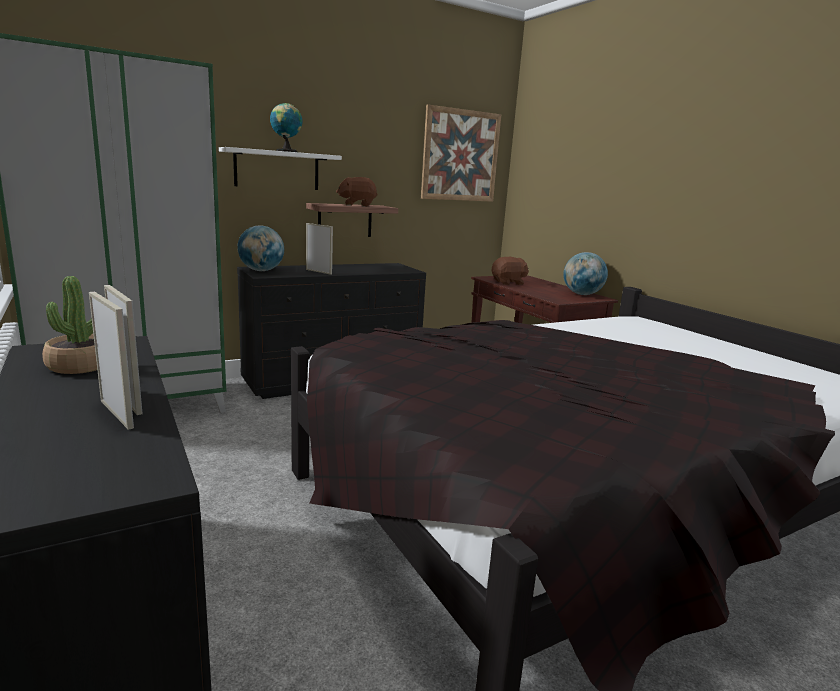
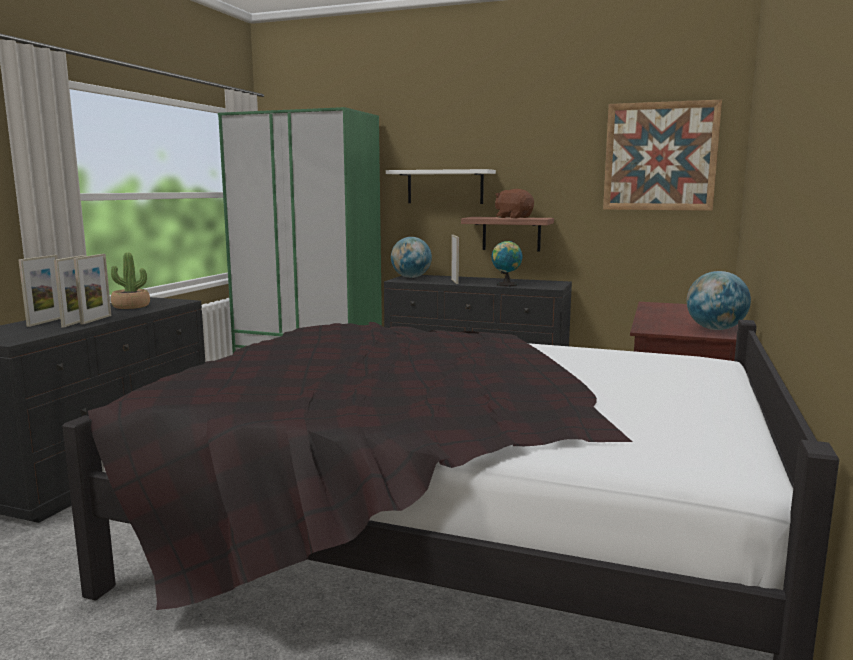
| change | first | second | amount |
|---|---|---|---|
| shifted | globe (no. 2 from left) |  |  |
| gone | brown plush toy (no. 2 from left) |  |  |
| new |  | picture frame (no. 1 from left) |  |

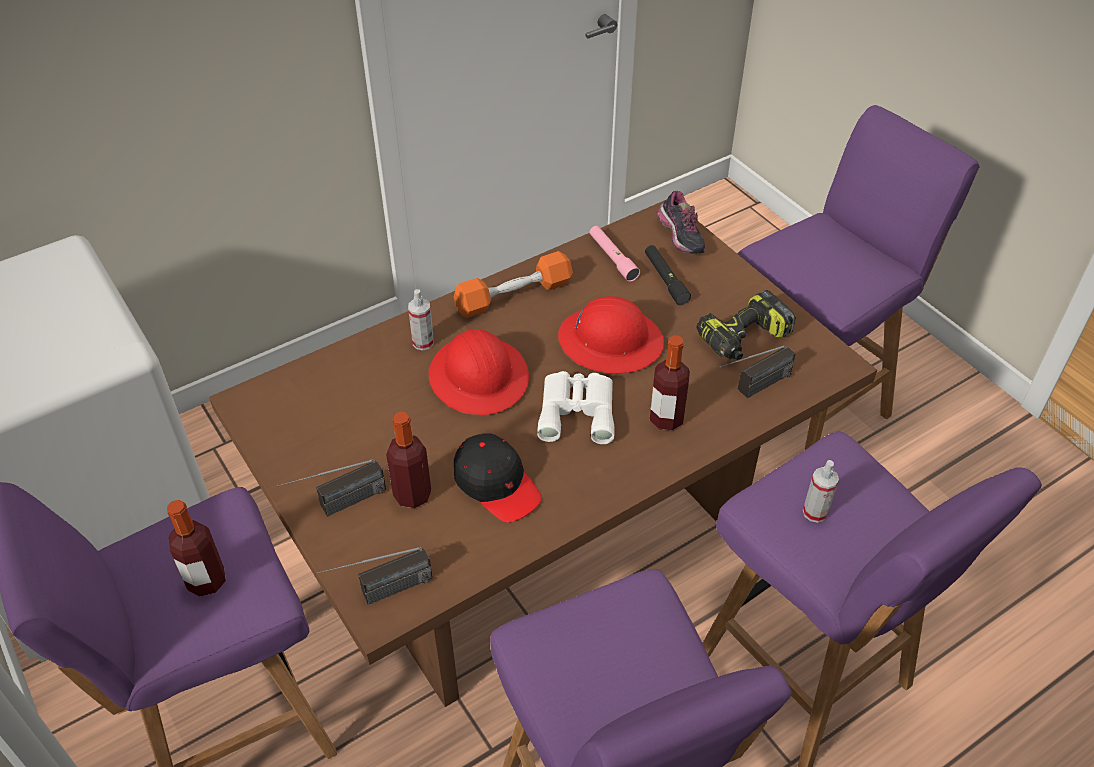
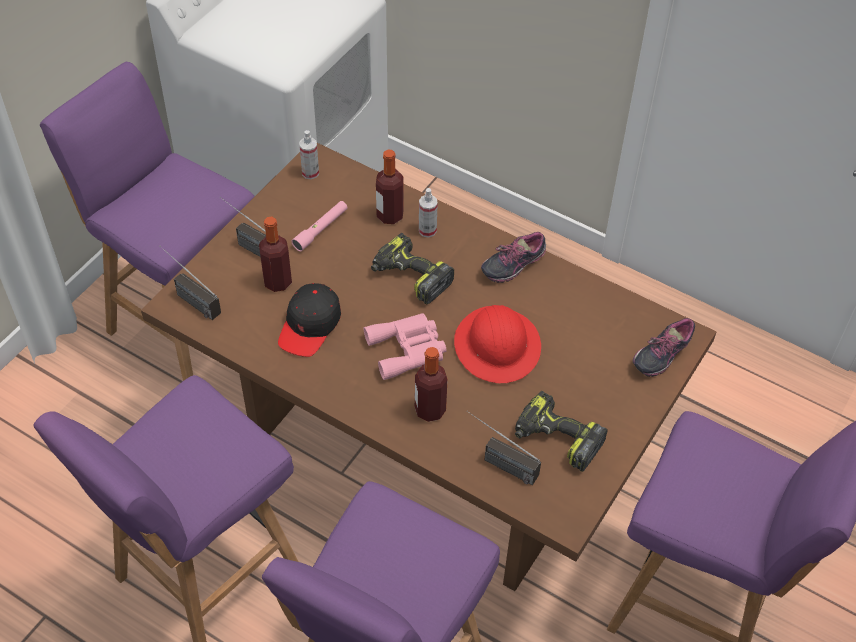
| change | first | second | amount |
|---|---|---|---|
| shifted | pink flashlight |  |  |
| gone | black flashlight |  |  |
| swapped | orange dumbbell | shoe (no. 1 from left) |  |
| swapped | red hard hat (no. 1 from left) | power drill (no. 1 from left) |  |
| repainted | white binoculars | pink binoculars |  |
| shifted | spray bottle (no. 2 from left in the first image) | spray bottle (no. 1 from left) |  |
| shifted | bottle (no. 1 from left in the first image) | bottle (no. 2 from left) |  |

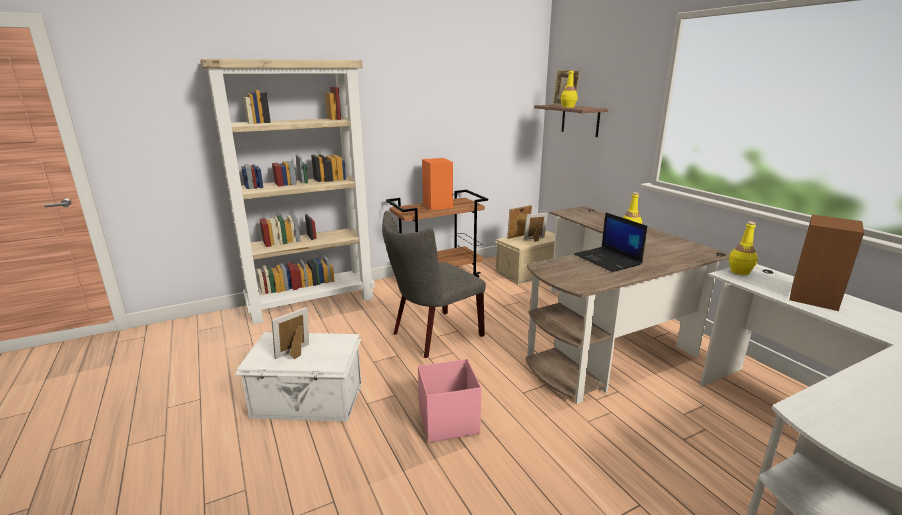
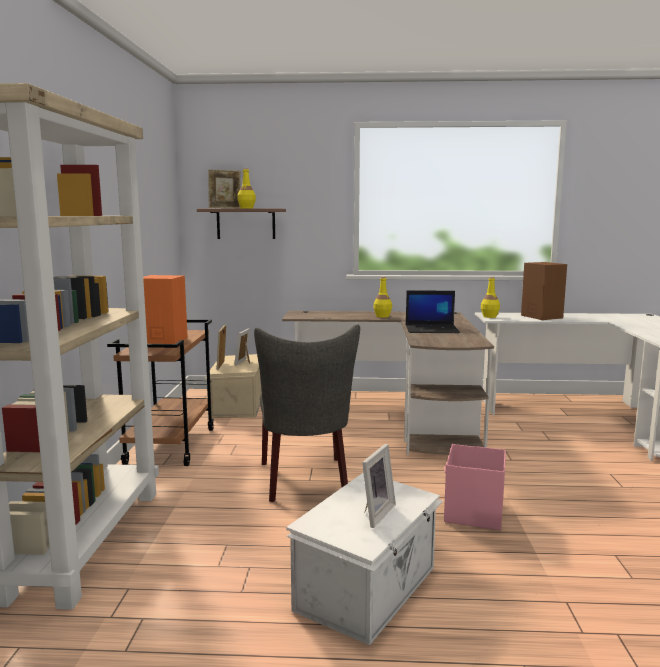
| change | first | second | amount |
|---|---|---|---|
| rotated | picture frame (no. 1 from left in the first image) | picture frame (no. 4 from left) | 135 degrees counterclockwise |

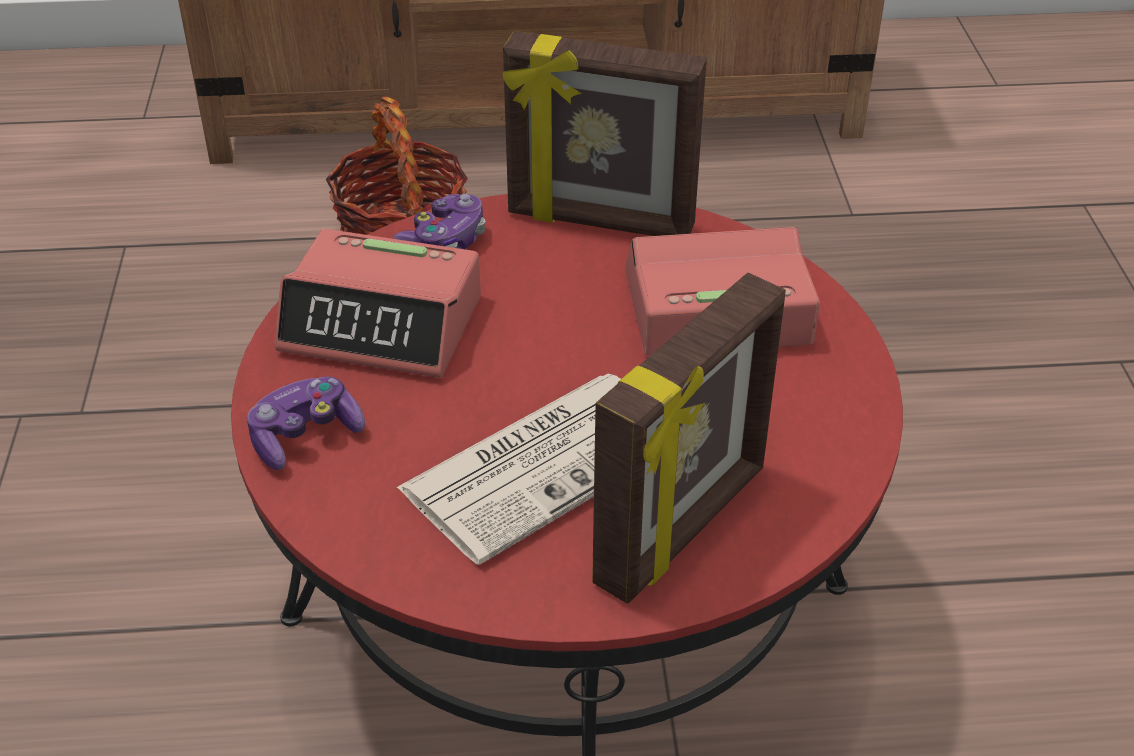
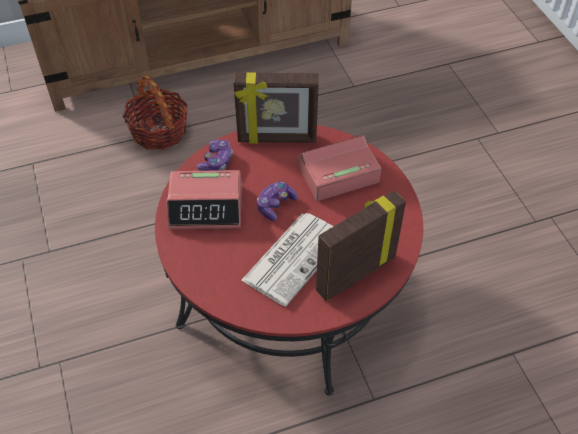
| change | first | second | amount |
|---|---|---|---|
| rotated | picture frame (no. 2 from left) |  | 150 degrees counterclockwise |
| shifted | game controller (no. 1 from left in the first image) | game controller (no. 2 from left) |  |

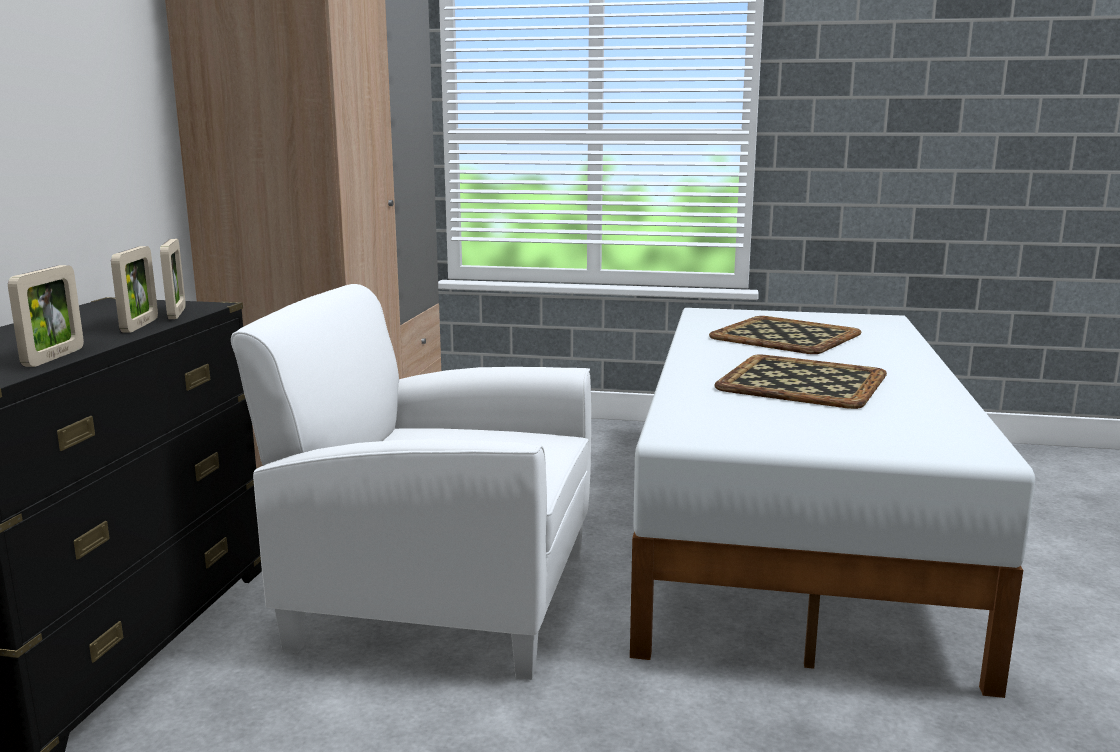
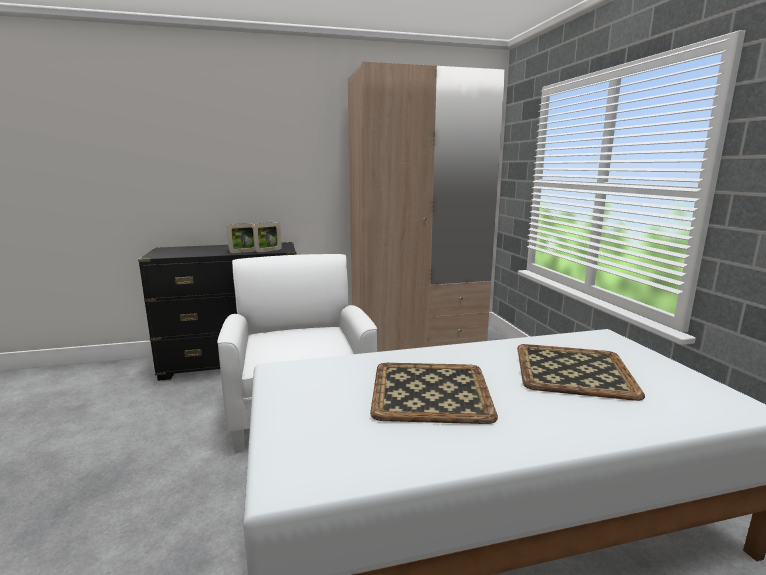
| change | first | second | amount |
|---|---|---|---|
| gone | picture frame (no. 1 from left) |  |  |

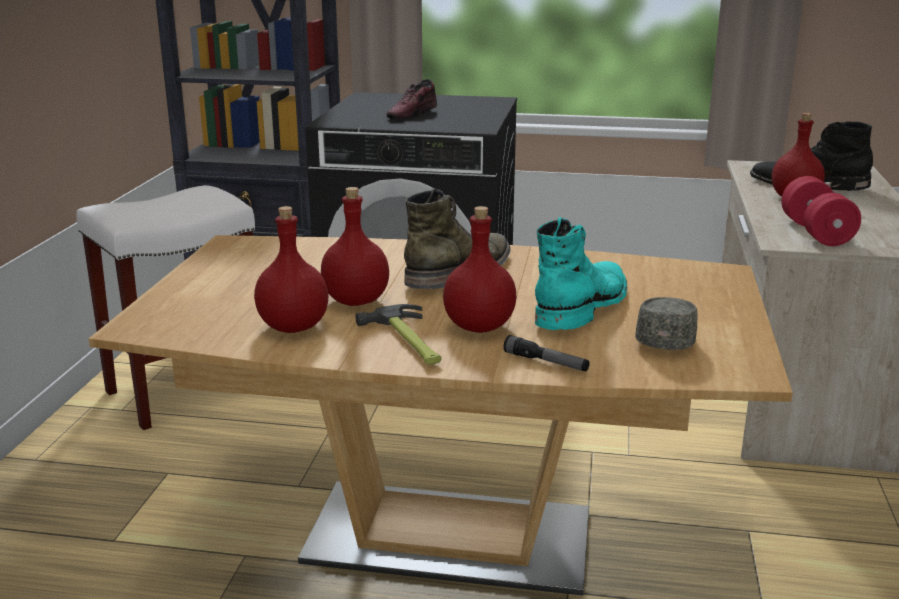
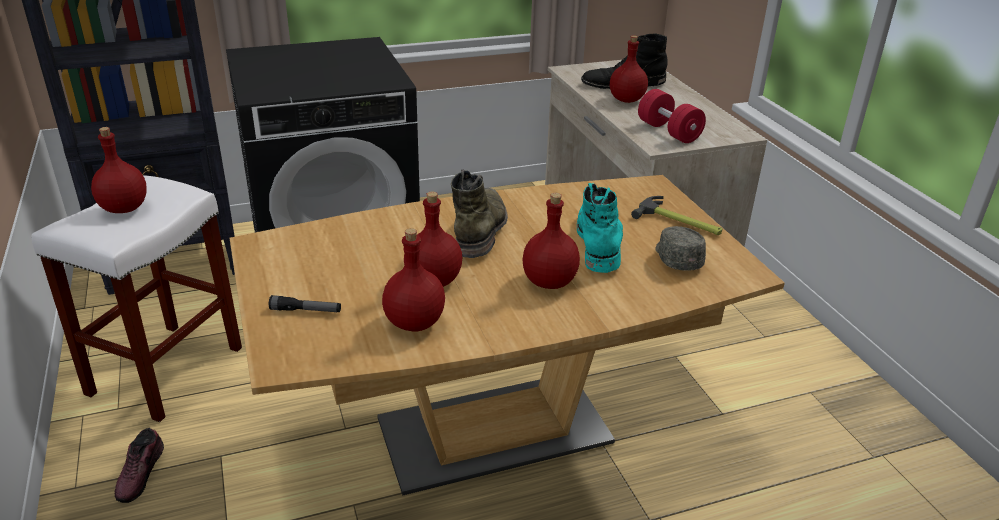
| change | first | second | amount |
|---|---|---|---|
| shifted | shoe |  |  |
| shifted | hammer |  |  |
| shifted | flashlight |  |  |
| new |  | red bottle (no. 1 from left) |  |

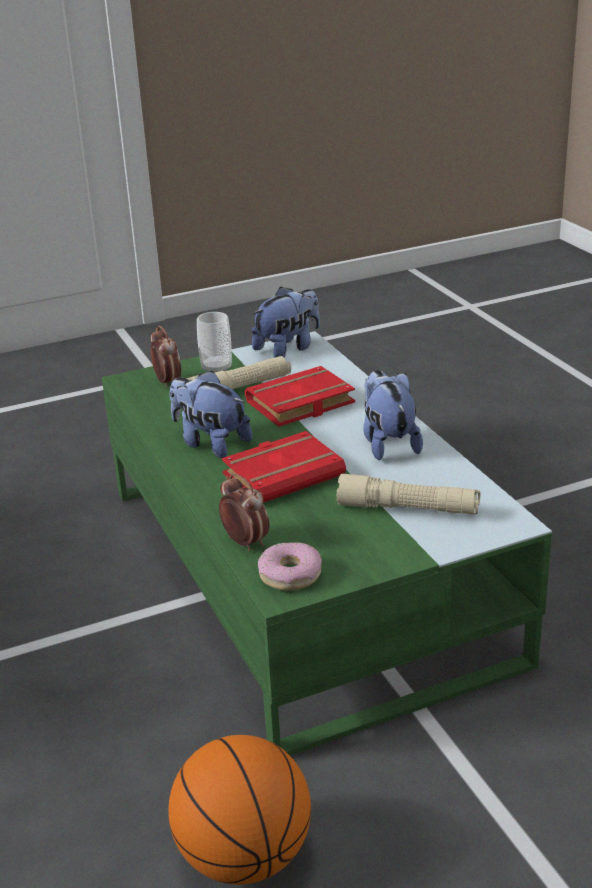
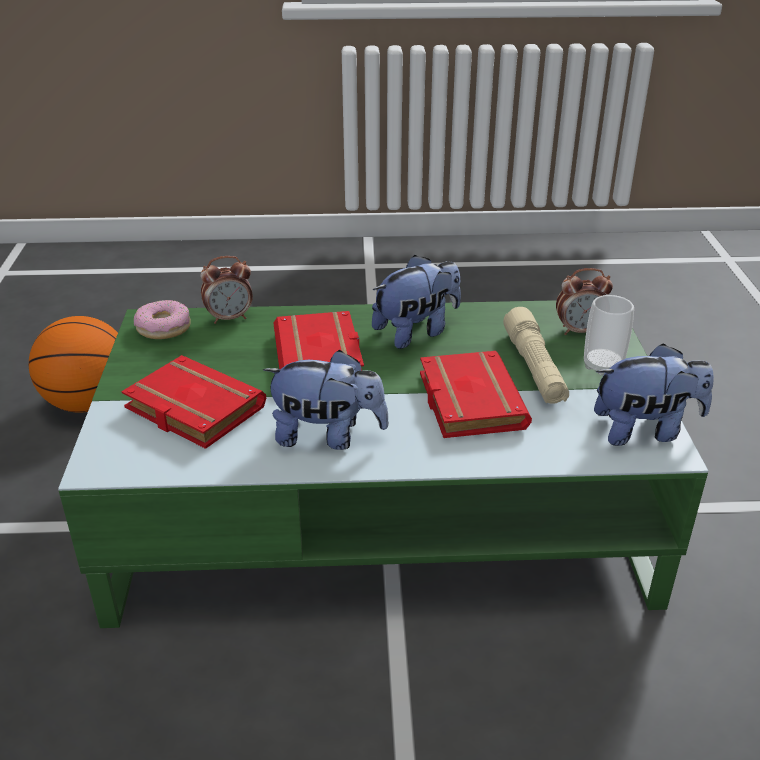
| change | first | second | amount |
|---|---|---|---|
| rotated | plush toy (no. 2 from left in the first image) | plush toy (no. 3 from left) | 75 degrees counterclockwise |
| swapped | beige flashlight (no. 2 from left) | red book (no. 1 from left) |  |

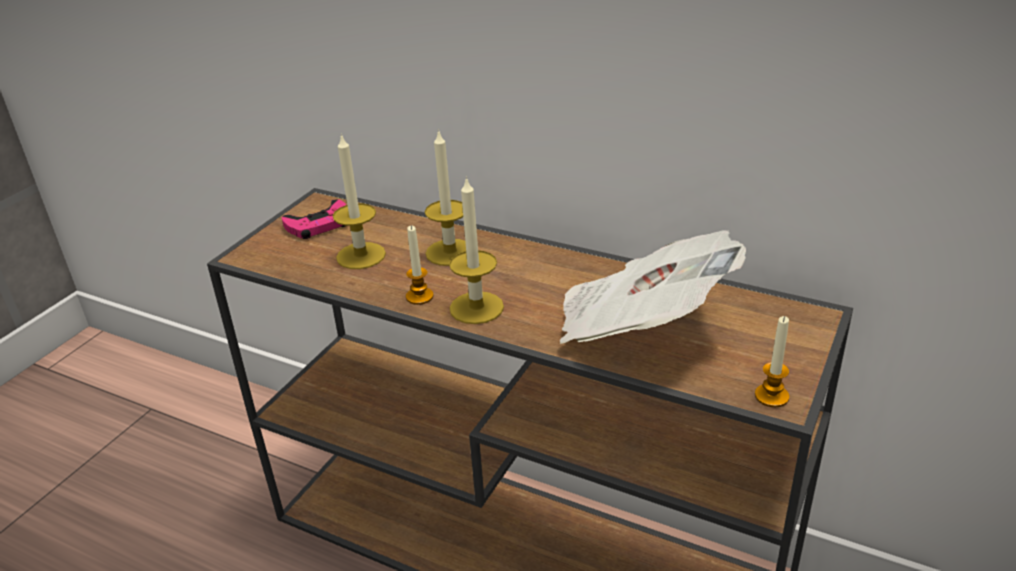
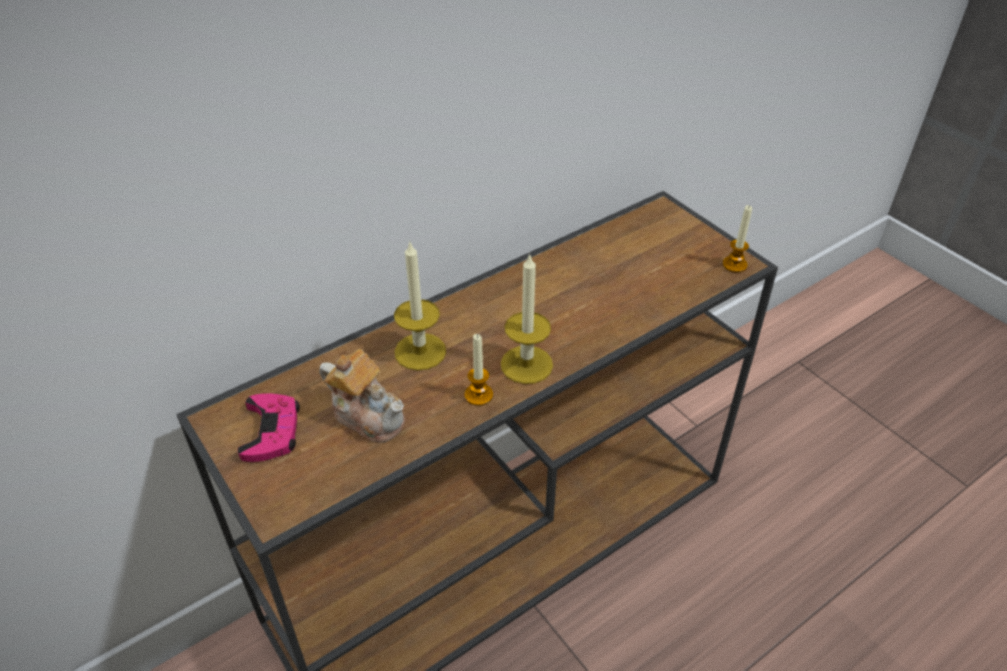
| change | first | second | amount |
|---|---|---|---|
| swapped | candle (no. 1 from left) | teapot |  |
| gone | newspaper |  |  |

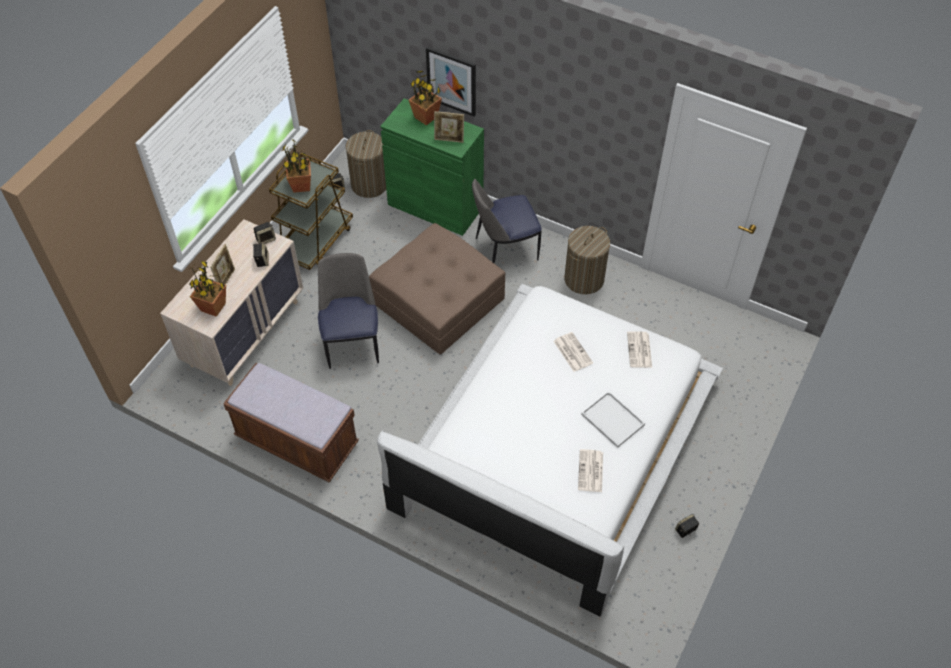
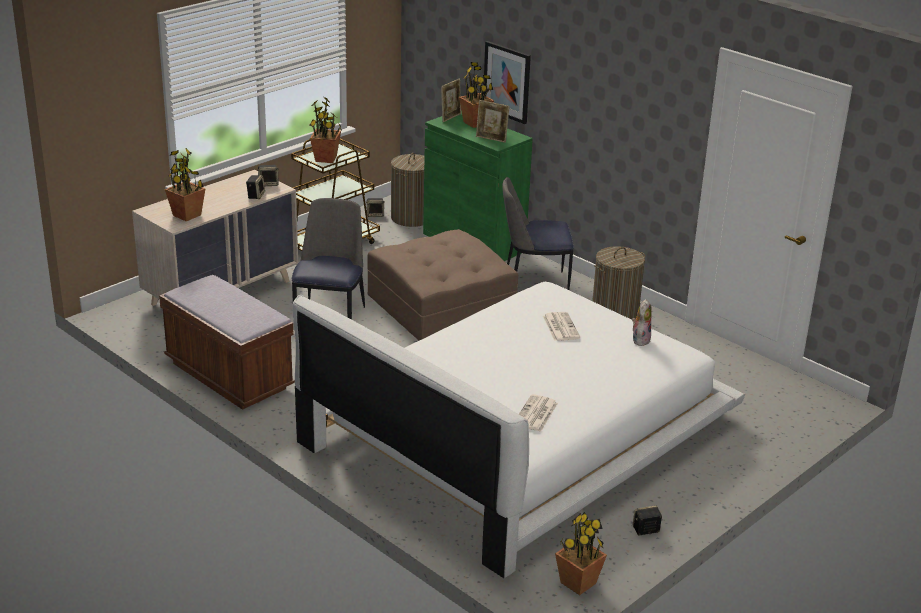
| change | first | second | amount |
|---|---|---|---|
| shifted | picture frame (no. 1 from left) |  |  |
| swapped | newspaper (no. 3 from left) | plush toy |  |
| gone | white tray |  |  |
| new |  | potted plant (no. 4 from left) |  |

